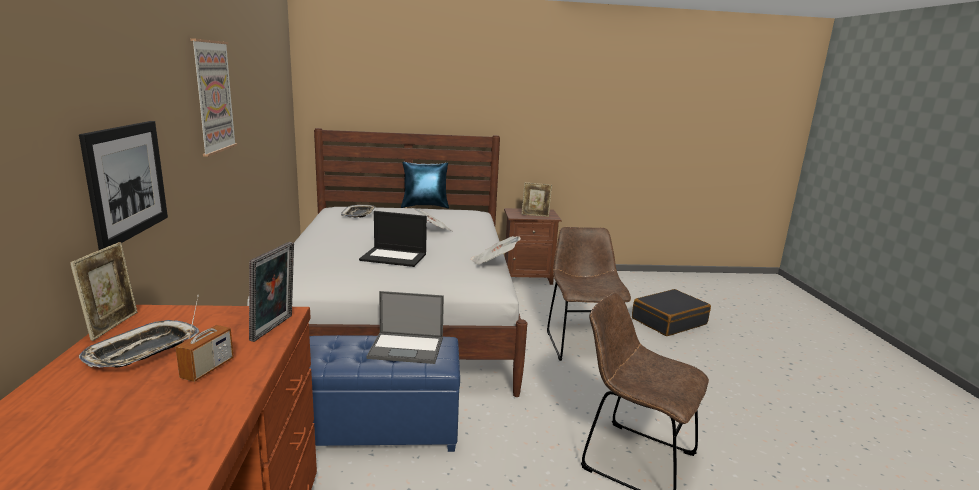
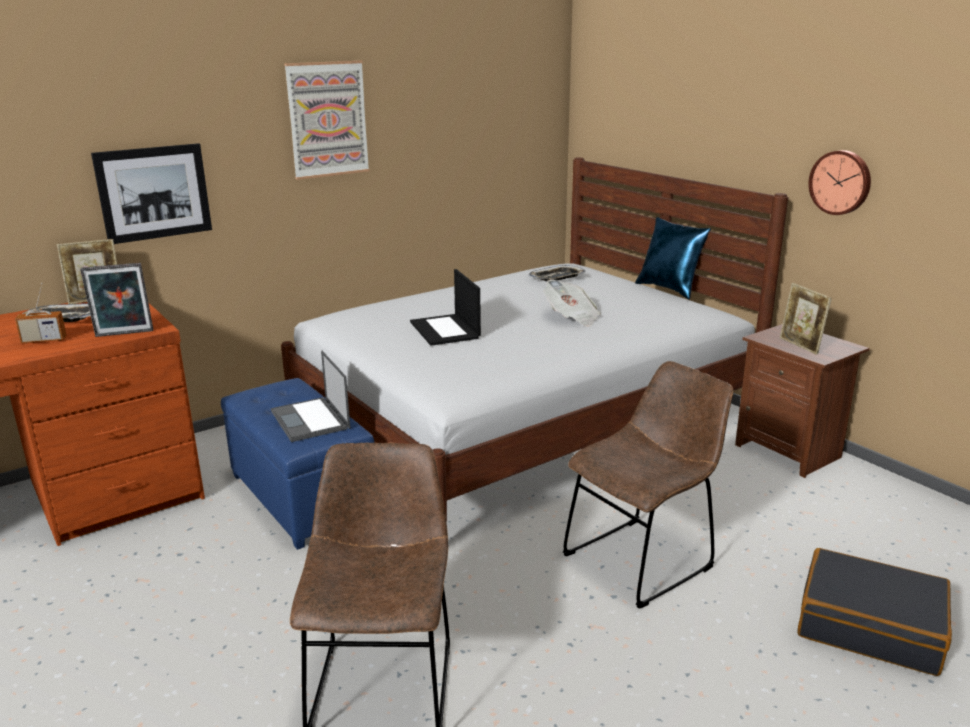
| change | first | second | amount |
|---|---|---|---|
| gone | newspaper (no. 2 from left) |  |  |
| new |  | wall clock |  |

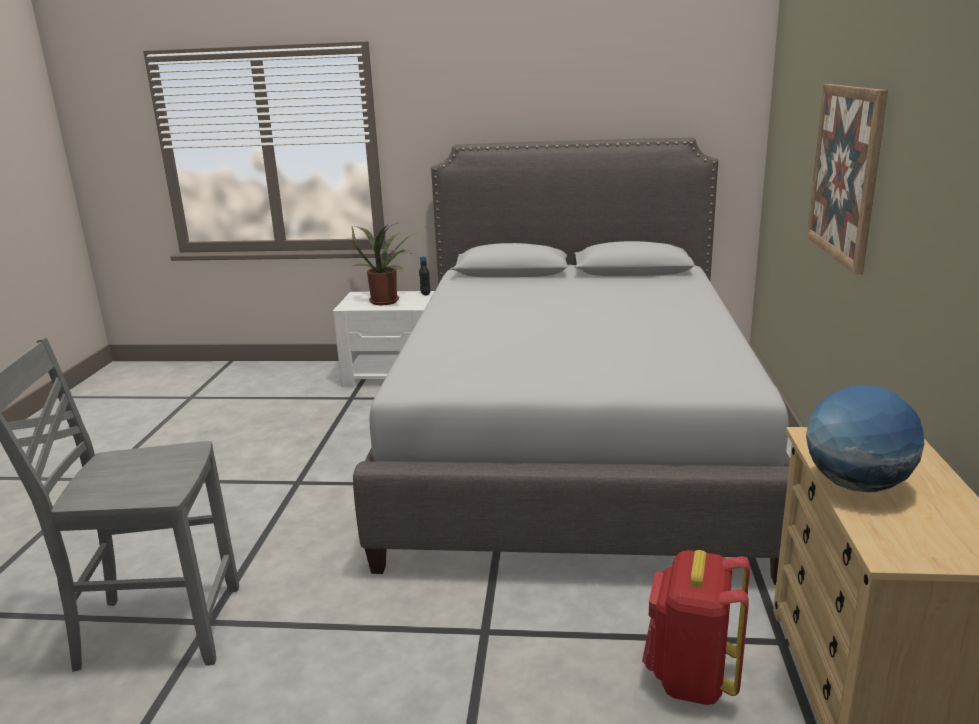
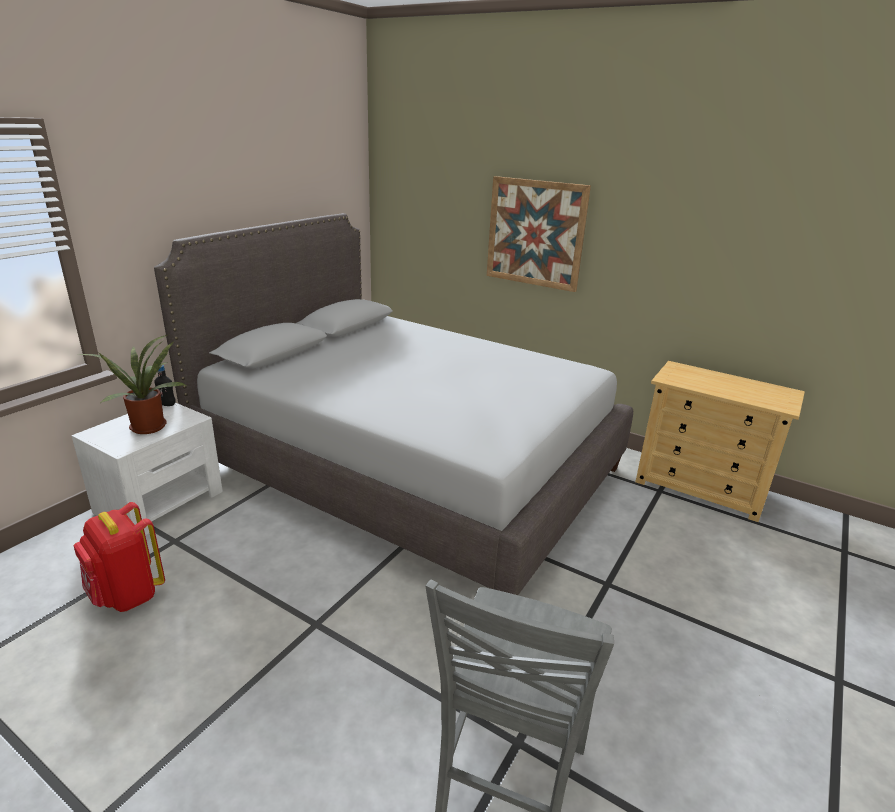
| change | first | second | amount |
|---|---|---|---|
| gone | globe |  |  |
| shifted | red backpack |  |  |

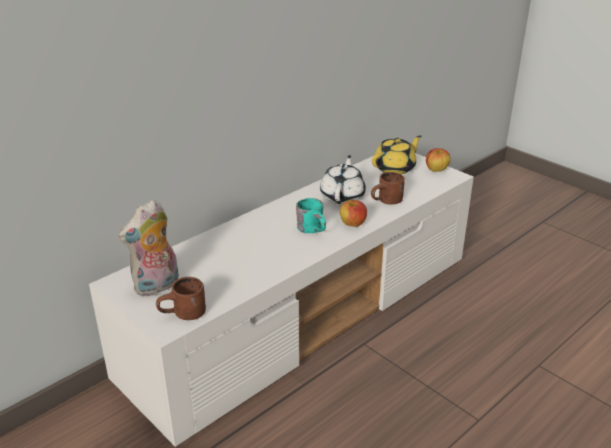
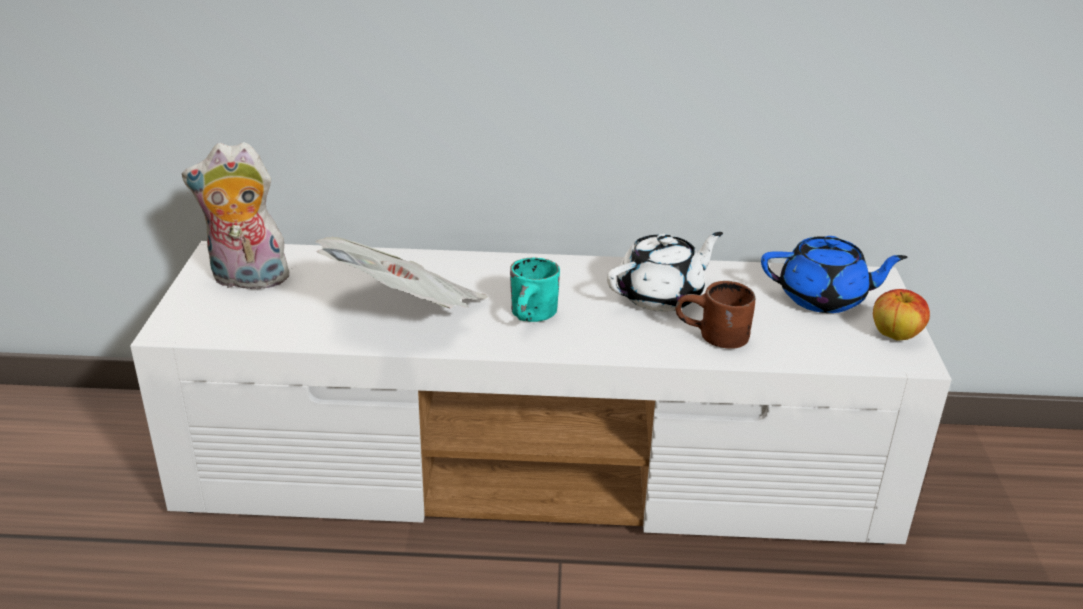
| change | first | second | amount |
|---|---|---|---|
| repainted | yellow teapot | blue teapot |  |
| gone | apple (no. 1 from left) |  |  |
| gone | brown mug (no. 1 from left) |  |  |
| new |  | newspaper |  |

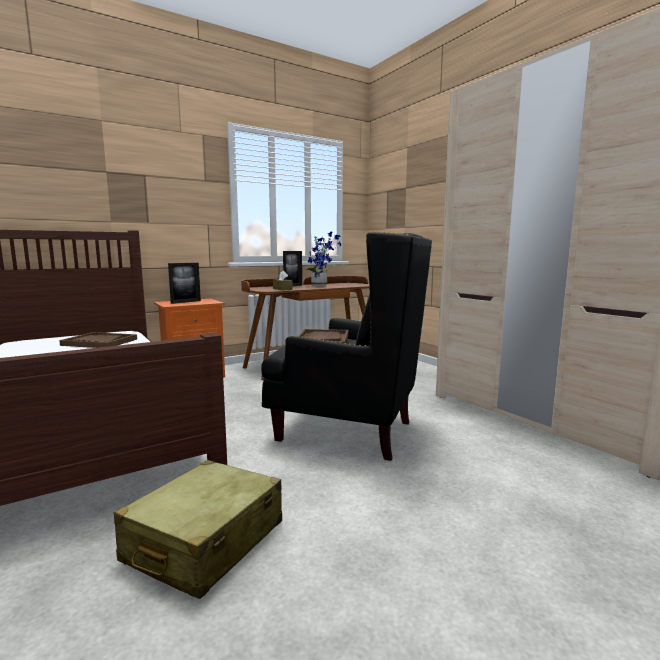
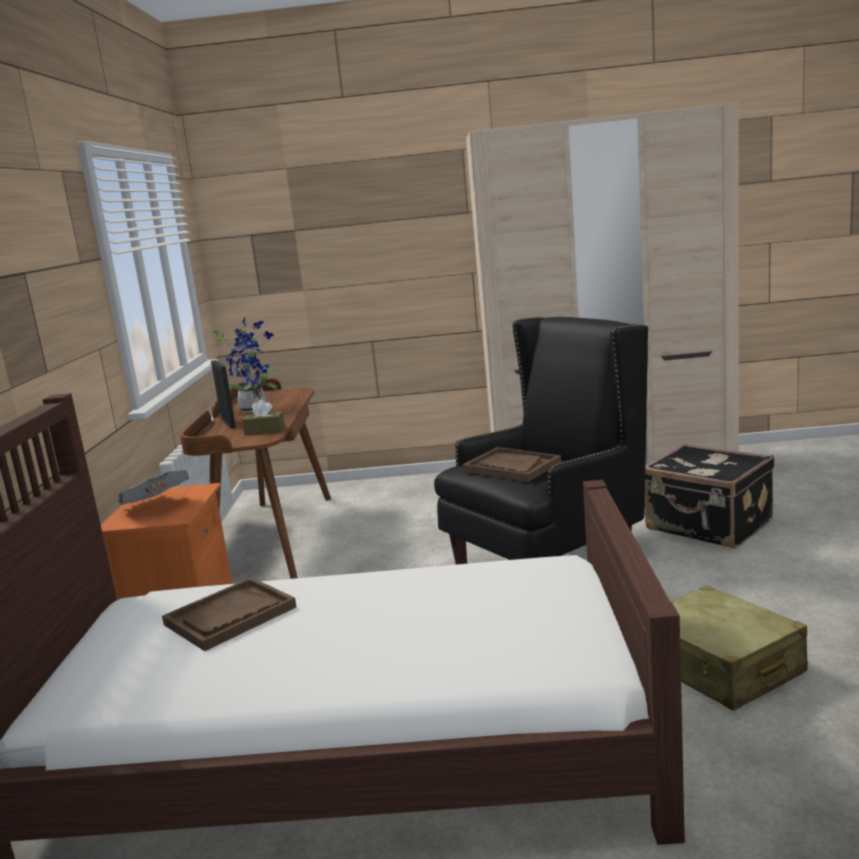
| change | first | second | amount |
|---|---|---|---|
| swapped | picture frame (no. 1 from left) | newspaper |  |
| new |  | black suitcase |  |

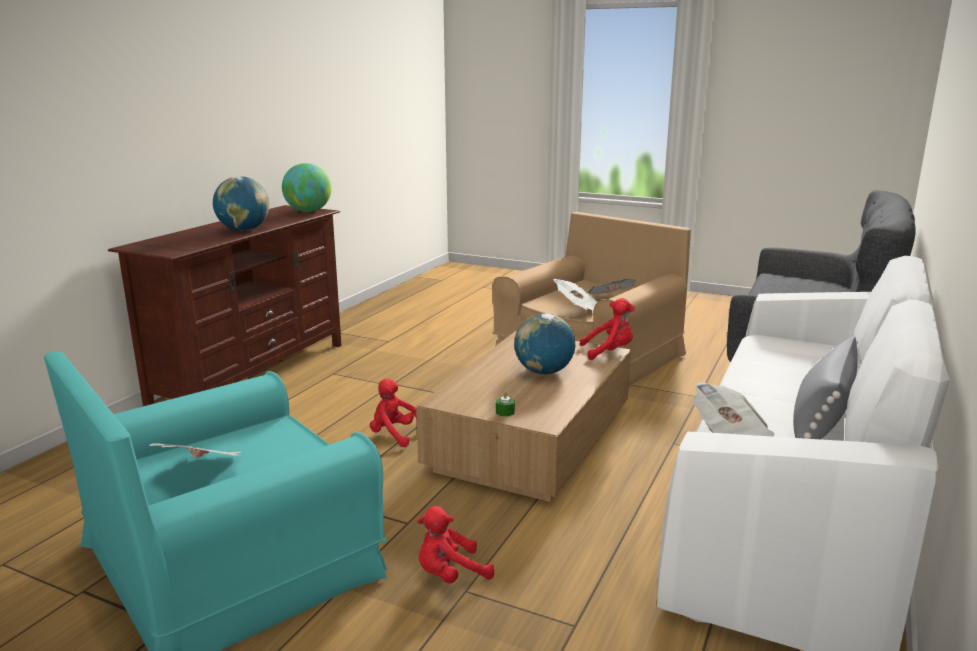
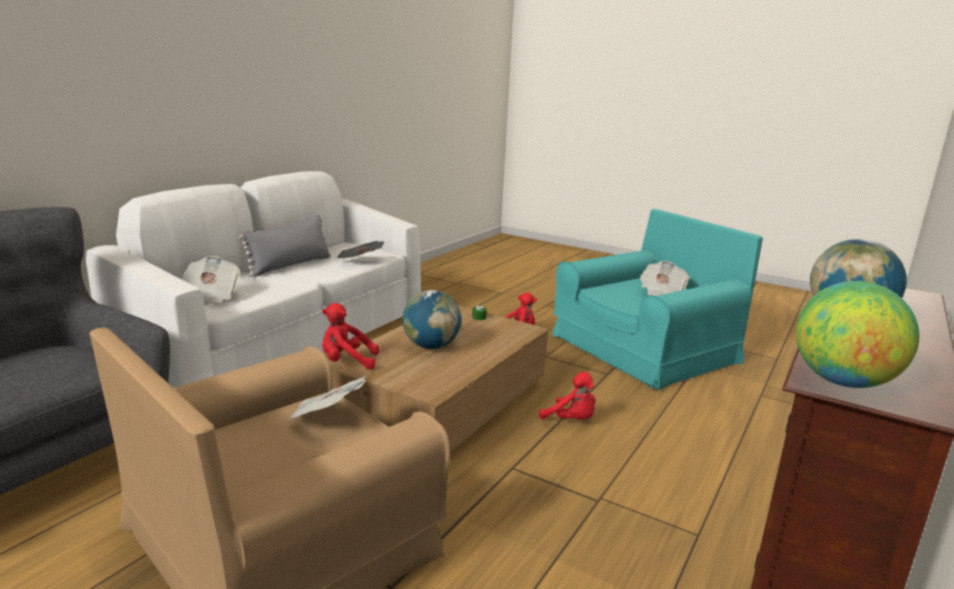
| change | first | second | amount |
|---|---|---|---|
| shifted | newspaper (no. 3 from left in the first image) | newspaper (no. 1 from left) |  |

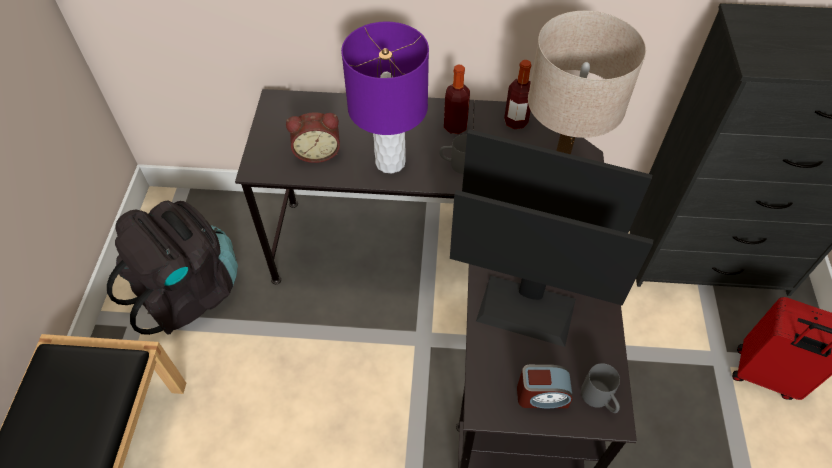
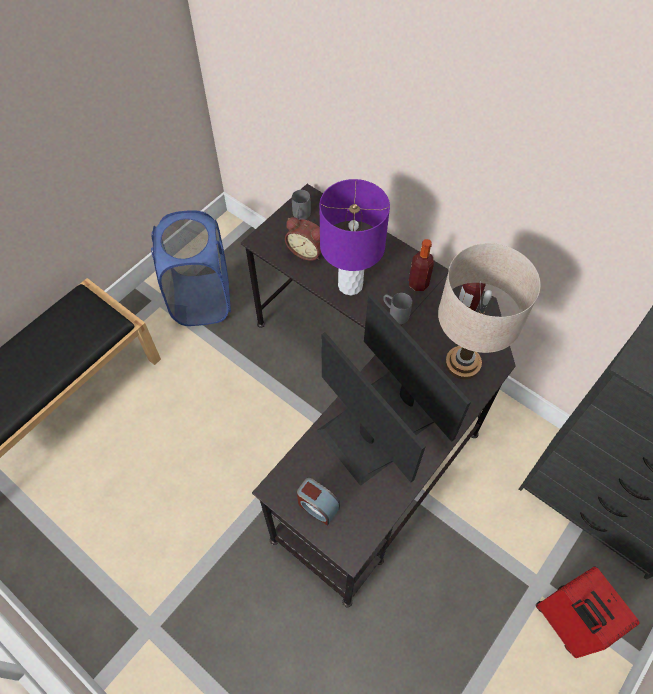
| change | first | second | amount |
|---|---|---|---|
| swapped | black backpack | blue laundry basket |  |
| shifted | grey mug (no. 2 from left in the first image) | grey mug (no. 1 from left) |  |

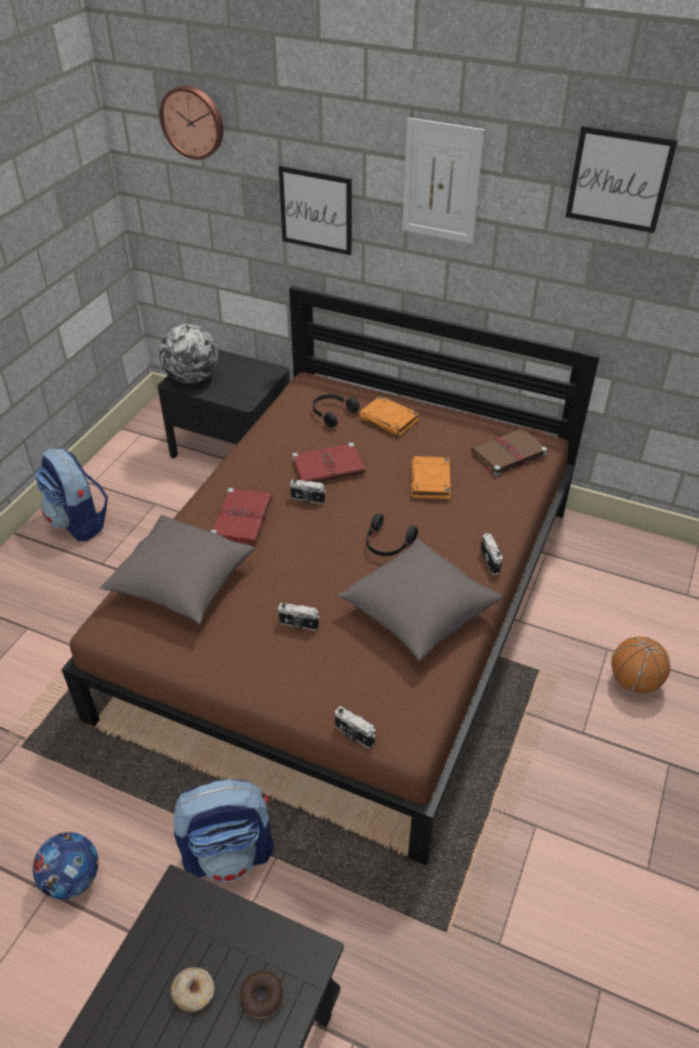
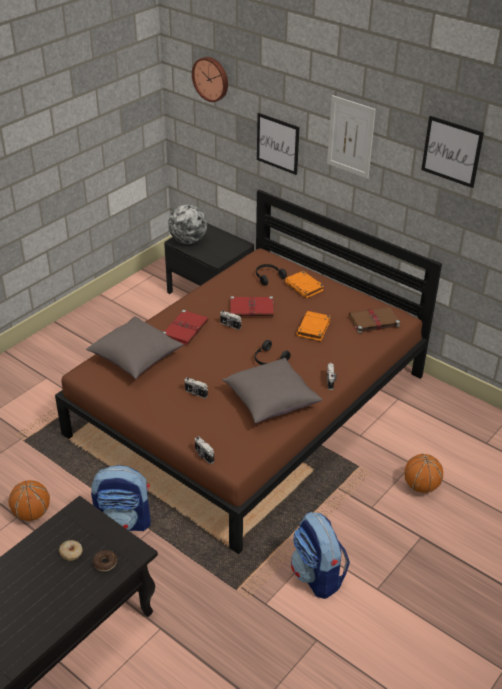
| change | first | second | amount |
|---|---|---|---|
| shifted | backpack (no. 1 from left in the first image) | backpack (no. 2 from left) |  |
| swapped | football | basketball (no. 1 from left) |  |

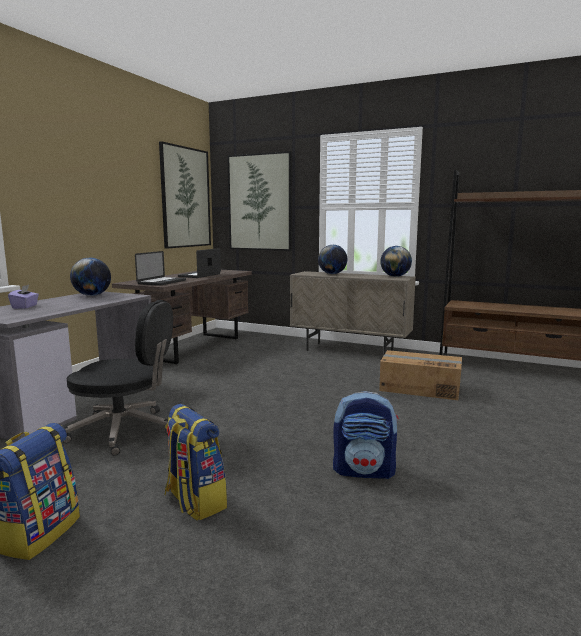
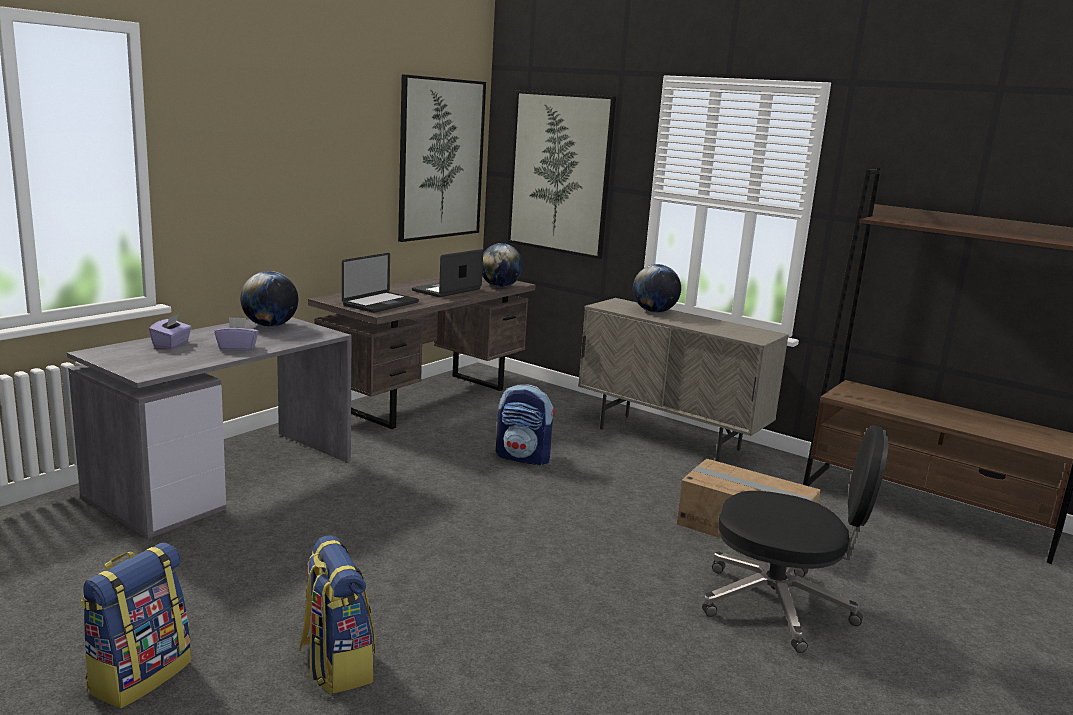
| change | first | second | amount |
|---|---|---|---|
| shifted | globe (no. 3 from left in the first image) | globe (no. 2 from left) |  |
| shifted | black office chair |  |  |
| shifted | backpack (no. 3 from left) |  |  |
| new |  | purple tissue box (no. 2 from left) |  |

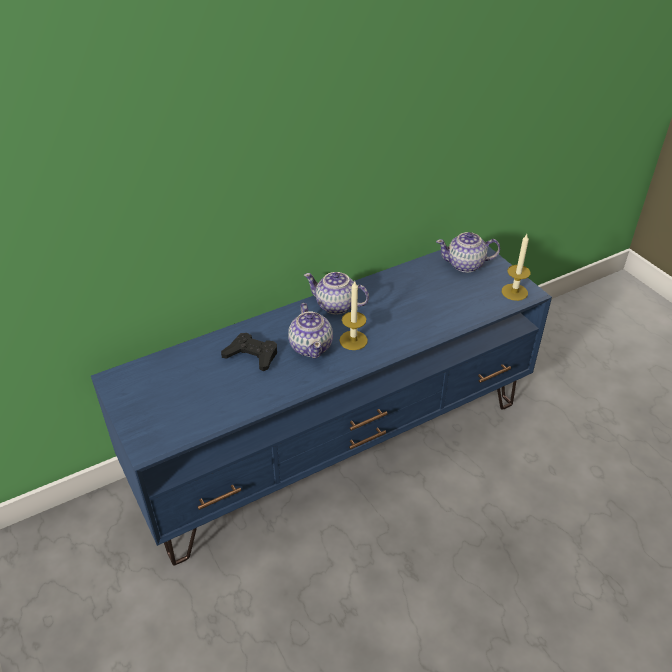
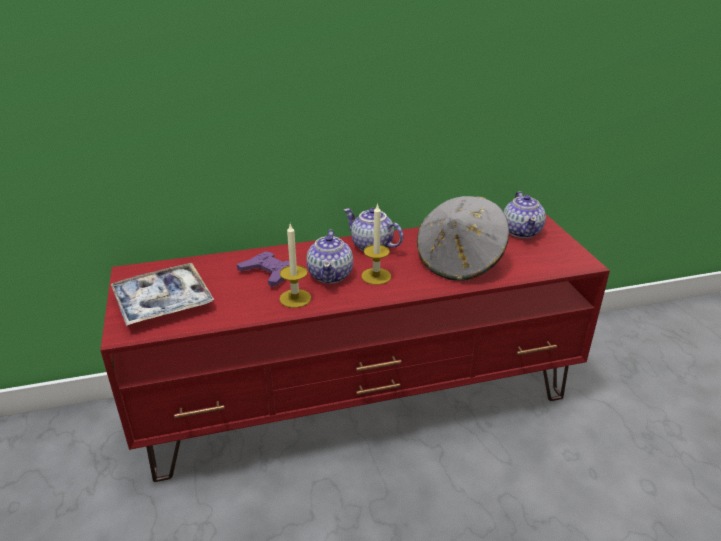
| change | first | second | amount |
|---|---|---|---|
| rotated | teapot (no. 3 from left) |  | 105 degrees counterclockwise |
| shifted | candle (no. 2 from left in the first image) | candle (no. 1 from left) |  |
| repainted | blue tv stand | red tv stand |  |
| repainted | black game controller | purple game controller |  |
| new |  | grey hat |  |
| new |  | tray |  |

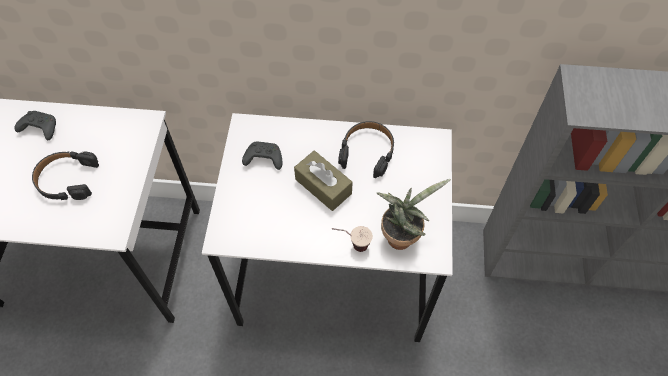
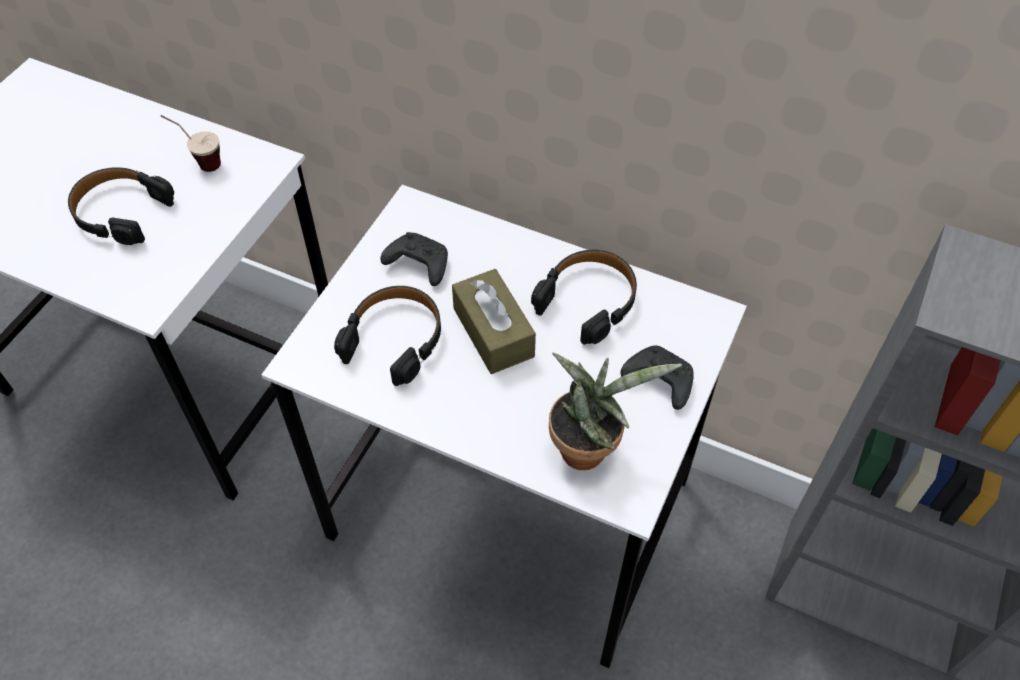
| change | first | second | amount |
|---|---|---|---|
| shifted | black game controller (no. 1 from left in the first image) | black game controller (no. 2 from left) |  |
| shifted | cup |  |  |
| new |  | black headphones (no. 2 from left) |  |

